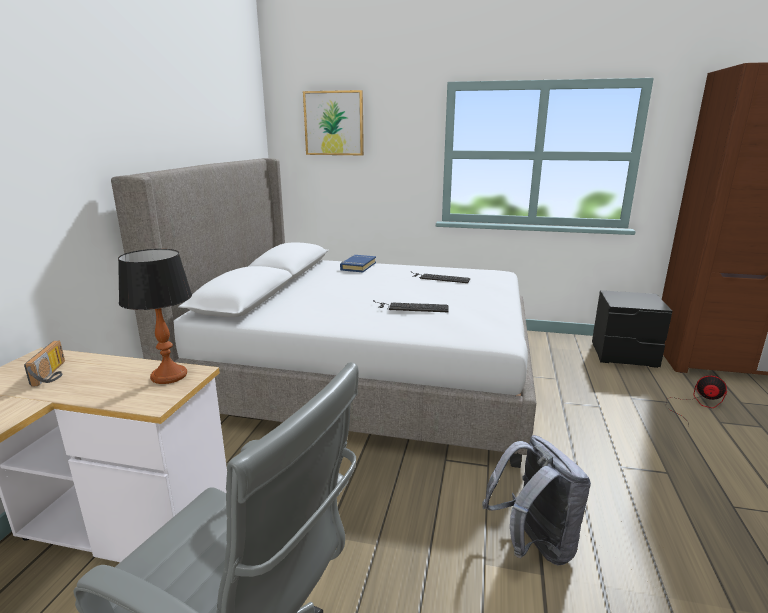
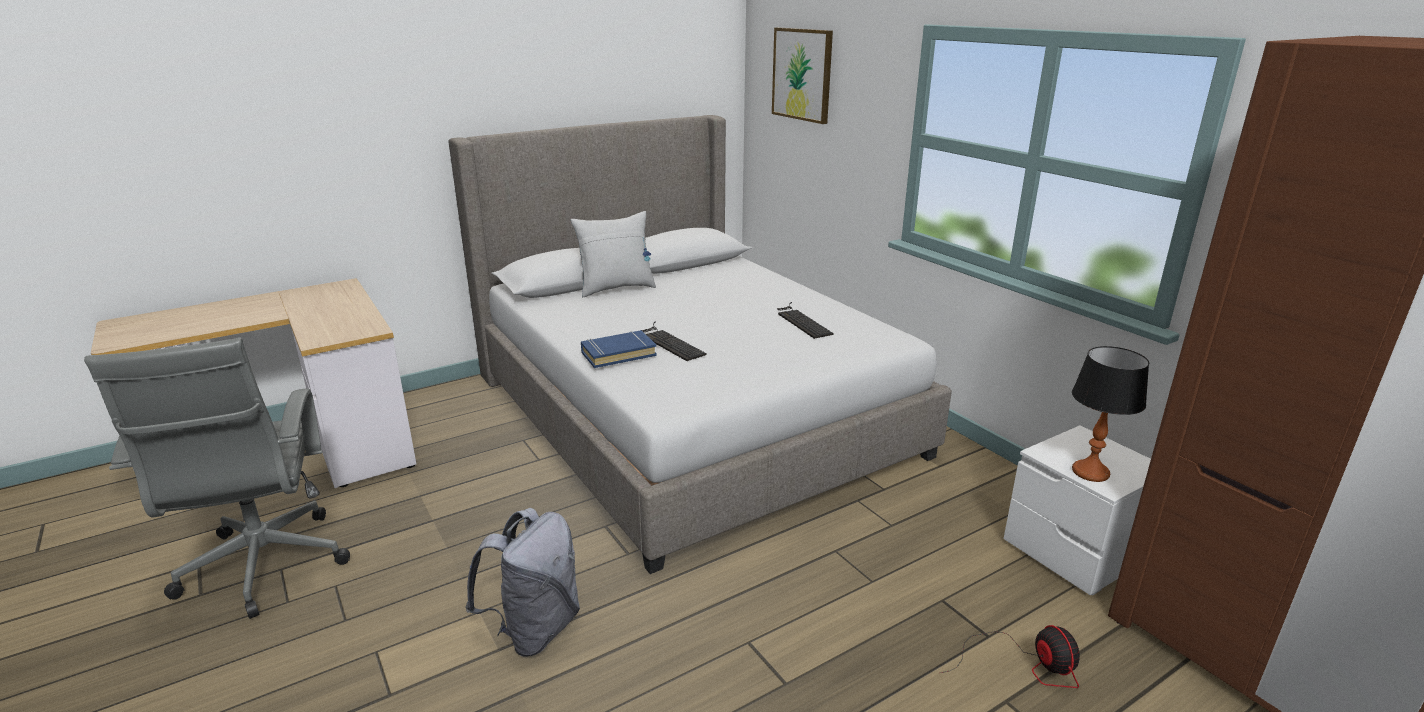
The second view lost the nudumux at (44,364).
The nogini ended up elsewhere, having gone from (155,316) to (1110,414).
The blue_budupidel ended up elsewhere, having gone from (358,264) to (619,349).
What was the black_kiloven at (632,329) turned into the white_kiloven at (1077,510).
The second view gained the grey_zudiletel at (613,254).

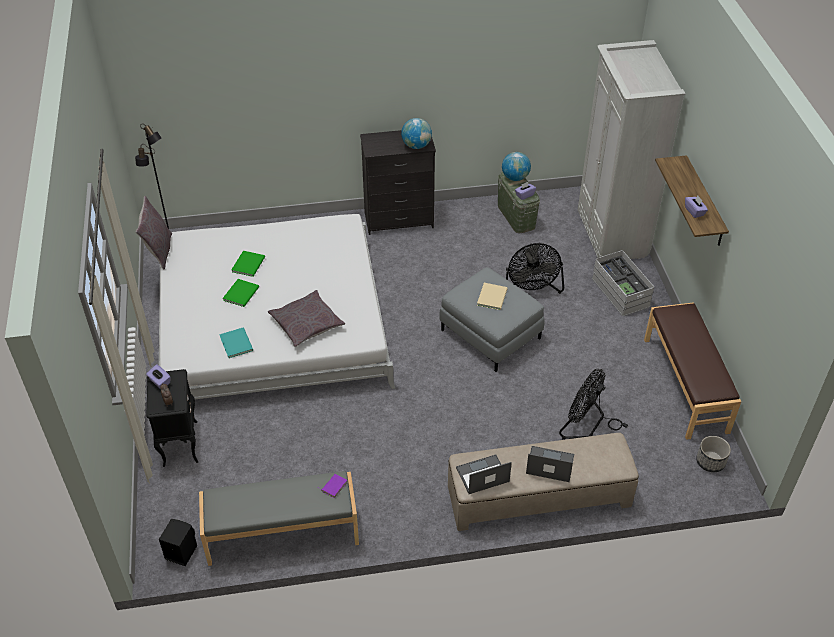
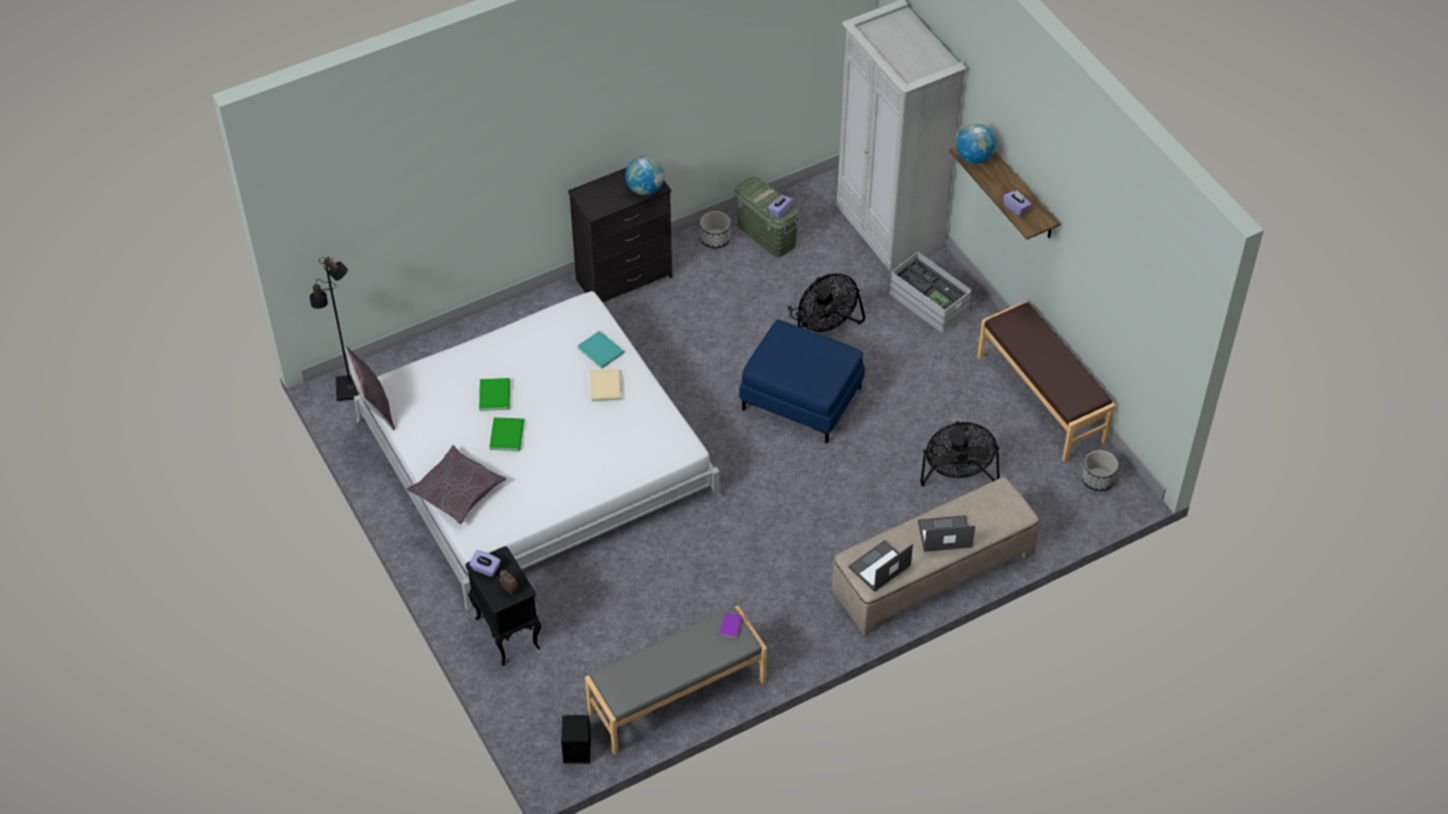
The turquoise_budupidel ended up elsewhere, having gone from (236,343) to (601,350).
The grey_zudiletel ended up elsewhere, having gone from (306,318) to (457,484).
What was the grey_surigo at (492,319) turned into the blue_surigo at (802,381).
The beige_budupidel ended up elsewhere, having gone from (492,296) to (605,385).
The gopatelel ended up elsewhere, having gone from (516,166) to (976,144).
The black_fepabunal at (593,404) ended up facing another way, 105 degrees counterclockwise from before.
The second view gained the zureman at (715,230).

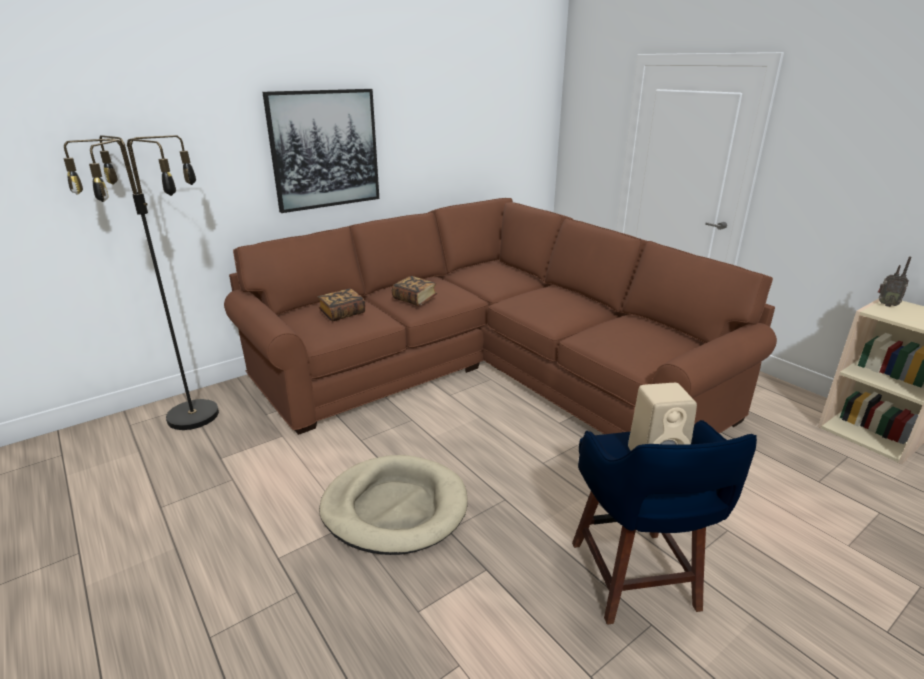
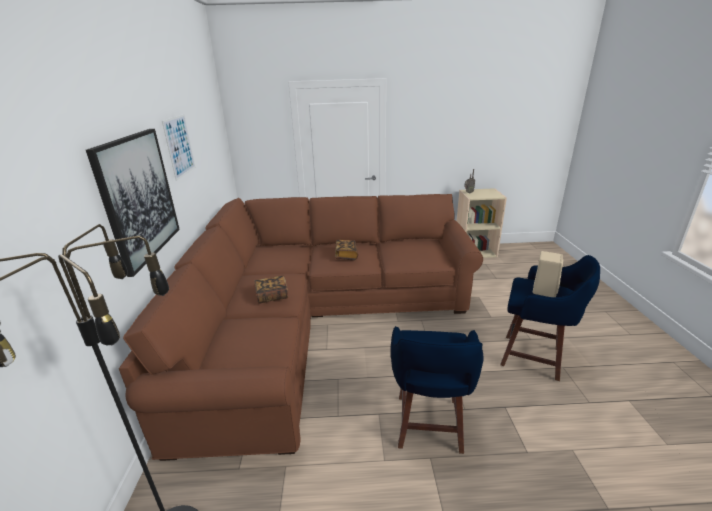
The budupidel ended up elsewhere, having gone from (341,304) to (346,250).
Where the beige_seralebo stood at (393,505), the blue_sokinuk came to stand at (437,390).
The second view gained the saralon at (178,147).

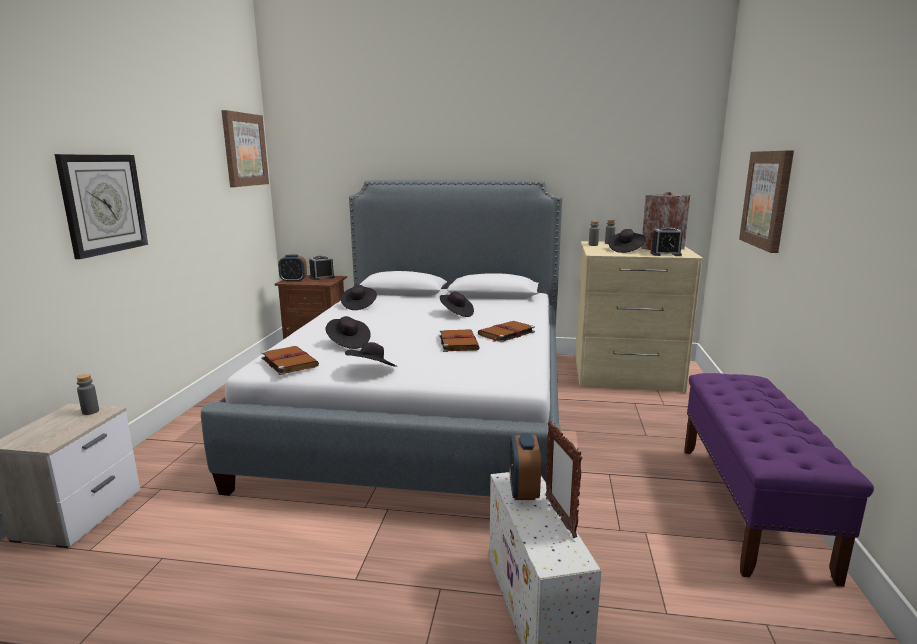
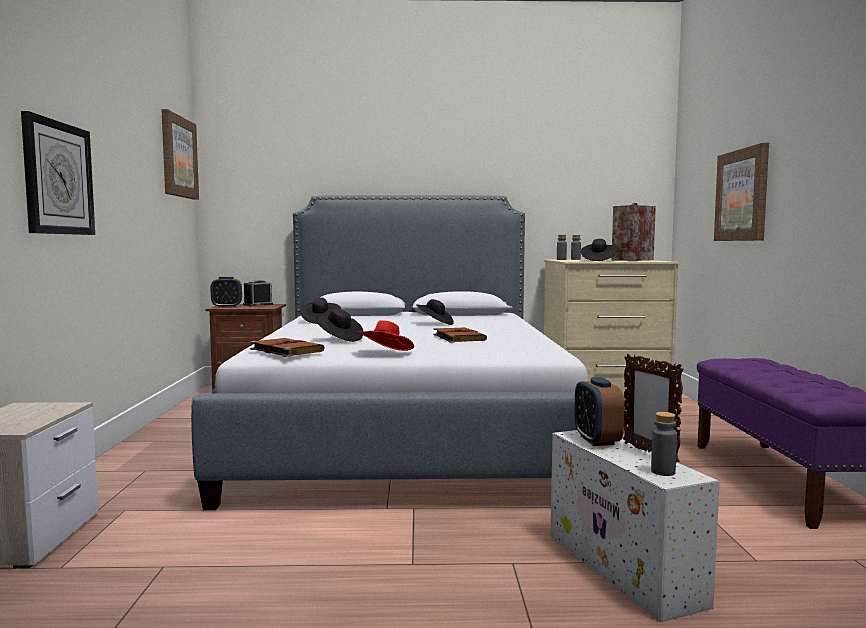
The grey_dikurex ended up elsewhere, having gone from (87,394) to (664,444).
What was the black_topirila at (371,354) turned into the red_topirila at (386,335).
The second view lost the brown_budupidel at (506,331).
The second view lost the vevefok at (666,241).

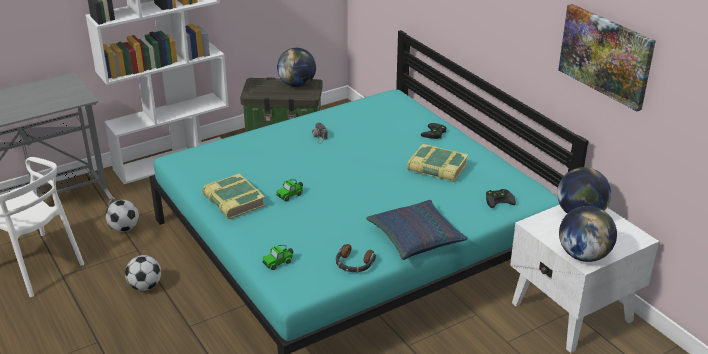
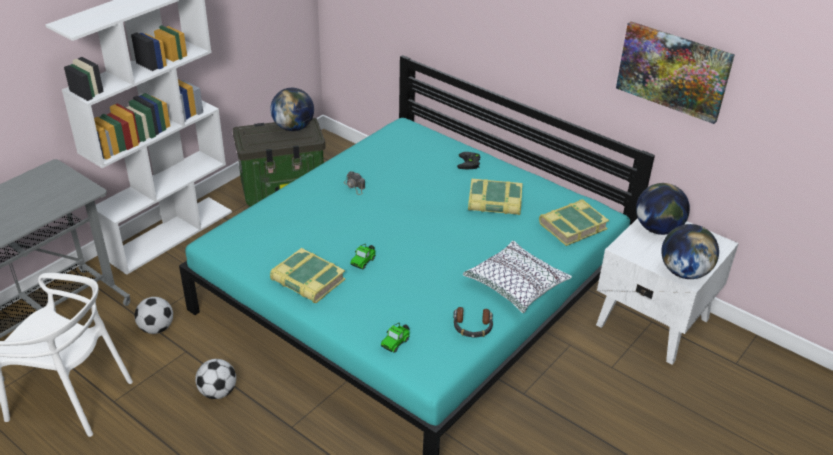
What was the blue_zudiletel at (417,230) turned into the white_zudiletel at (517,277).
Where the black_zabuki stood at (501,198), the budupidel came to stand at (574,223).

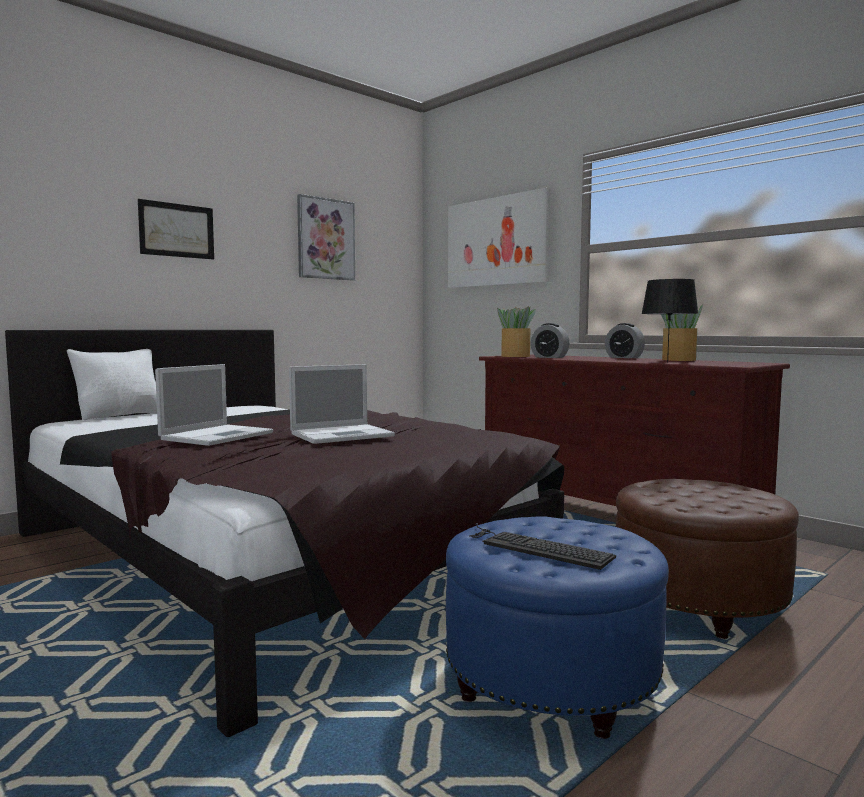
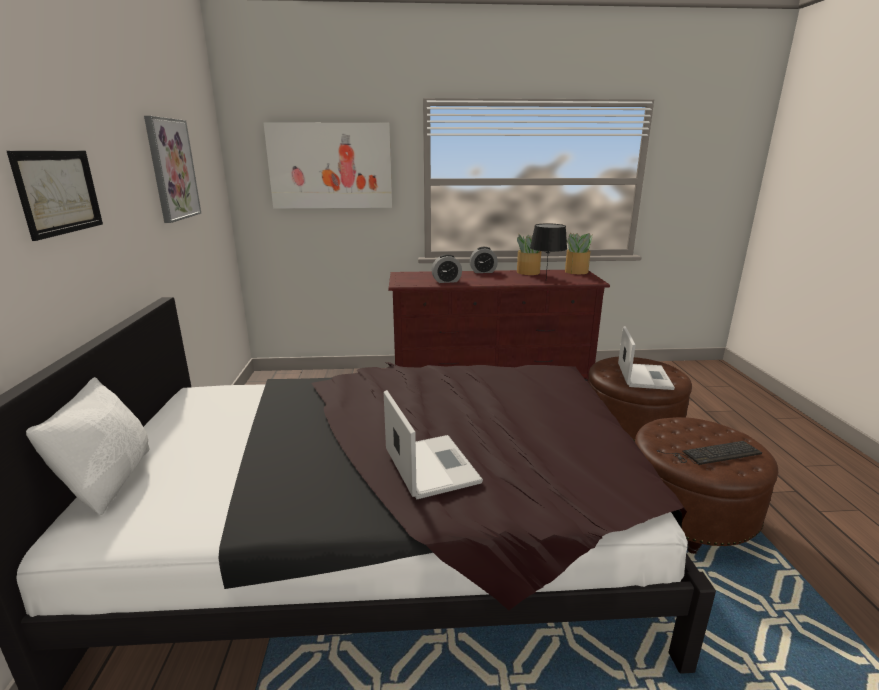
The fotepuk ended up elsewhere, having gone from (342,404) to (646,358).
What was the blue_surigo at (557,627) turned into the brown_surigo at (706,485).
The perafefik ended up elsewhere, having gone from (516,331) to (579,253).

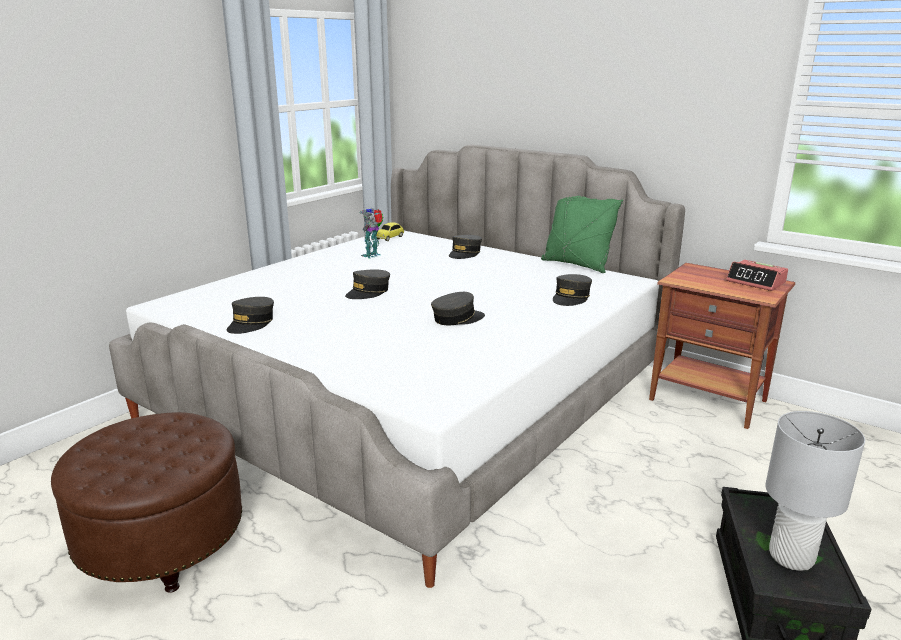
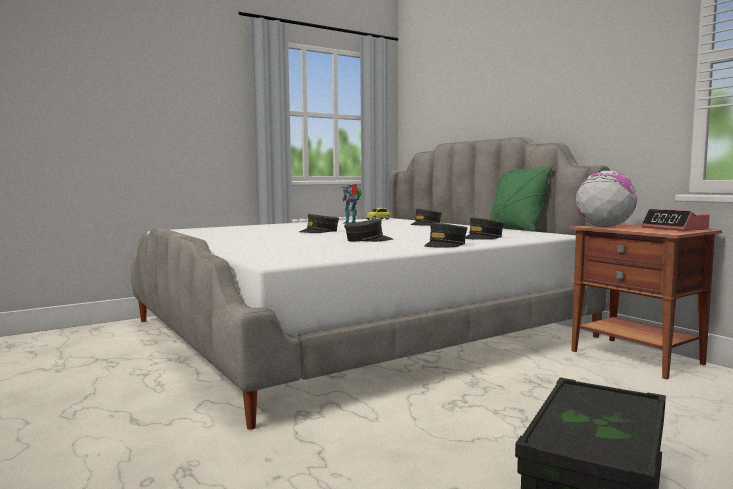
The second view lost the brown_surigo at (146,502).
The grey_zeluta ended up elsewhere, having gone from (250,315) to (445,235).
The second view lost the grey_nogini at (815,491).
The second view gained the gopatelel at (606,199).

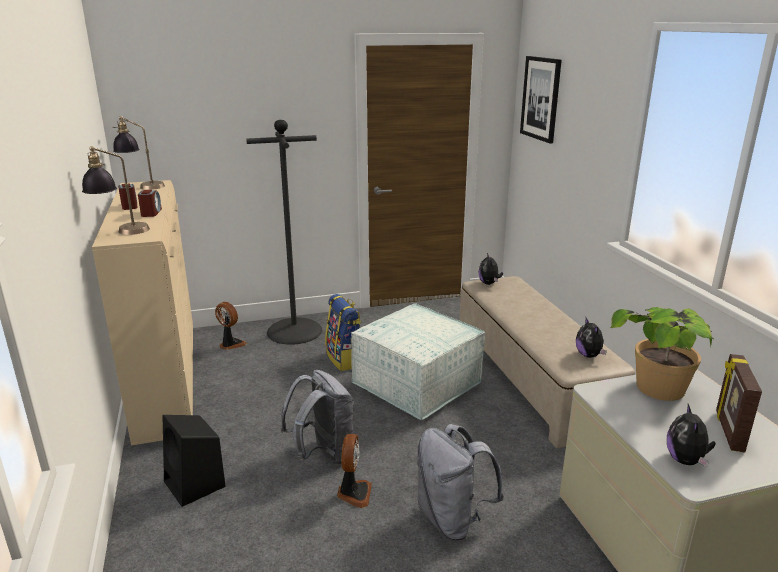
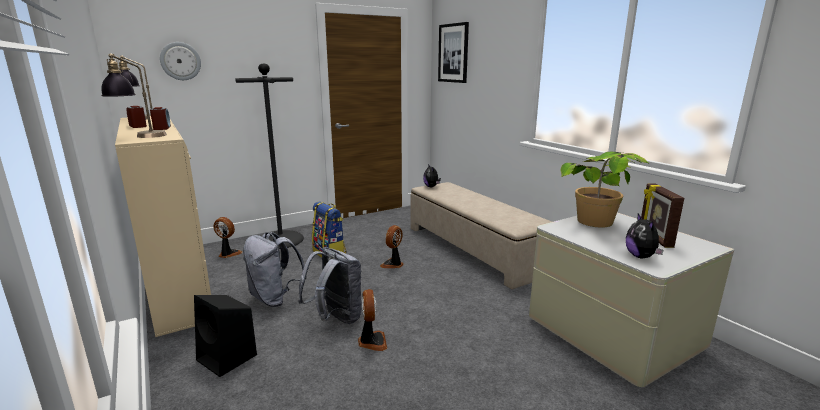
Where the white_surigo stood at (418,361), the fepabunal came to stand at (392,246).
The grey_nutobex ended up elsewhere, having gone from (460,482) to (275,269).
The second view lost the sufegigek at (591,338).
The second view gained the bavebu at (180,61).

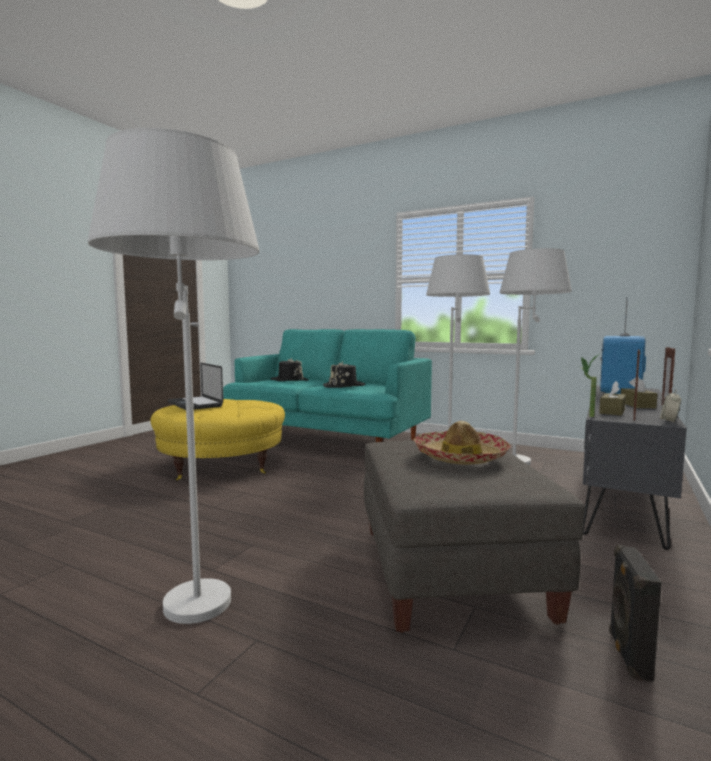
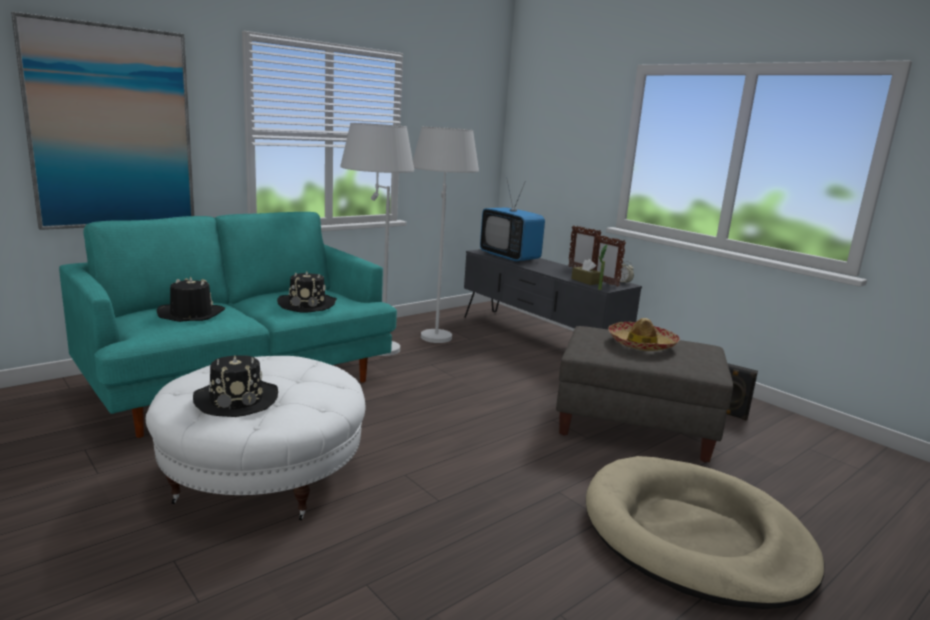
Where the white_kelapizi stood at (173,376), the beige_seralebo came to stand at (705,532).
What was the yellow_surigo at (217,440) turned into the white_surigo at (255,438).
Where the fotepuk stood at (195,386), the black_topirila came to stand at (235,386).
The second view lost the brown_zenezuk at (639,392).
The second view gained the saralon at (102,121).

